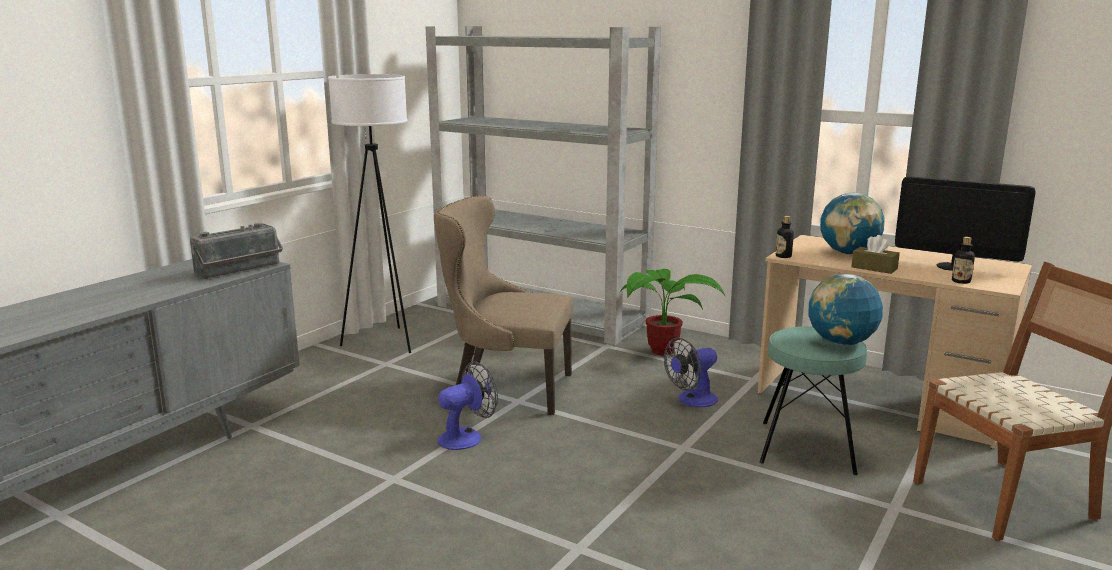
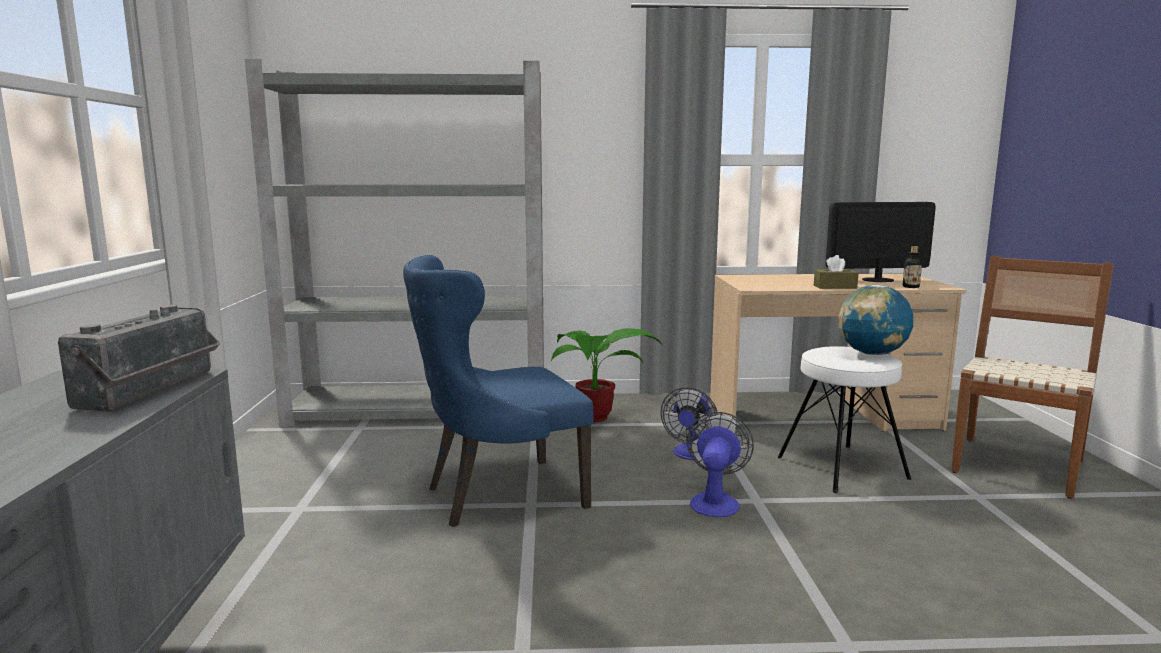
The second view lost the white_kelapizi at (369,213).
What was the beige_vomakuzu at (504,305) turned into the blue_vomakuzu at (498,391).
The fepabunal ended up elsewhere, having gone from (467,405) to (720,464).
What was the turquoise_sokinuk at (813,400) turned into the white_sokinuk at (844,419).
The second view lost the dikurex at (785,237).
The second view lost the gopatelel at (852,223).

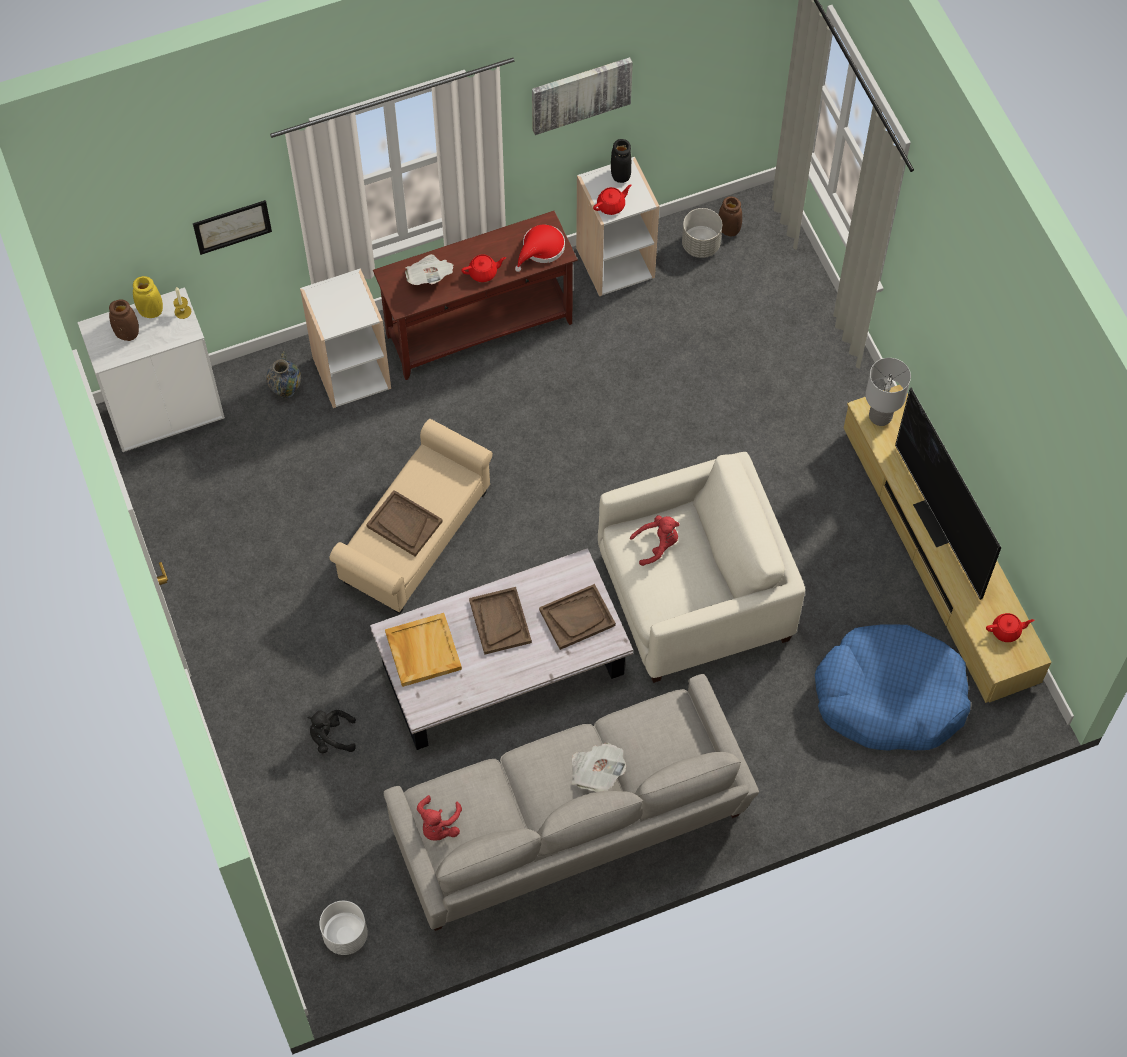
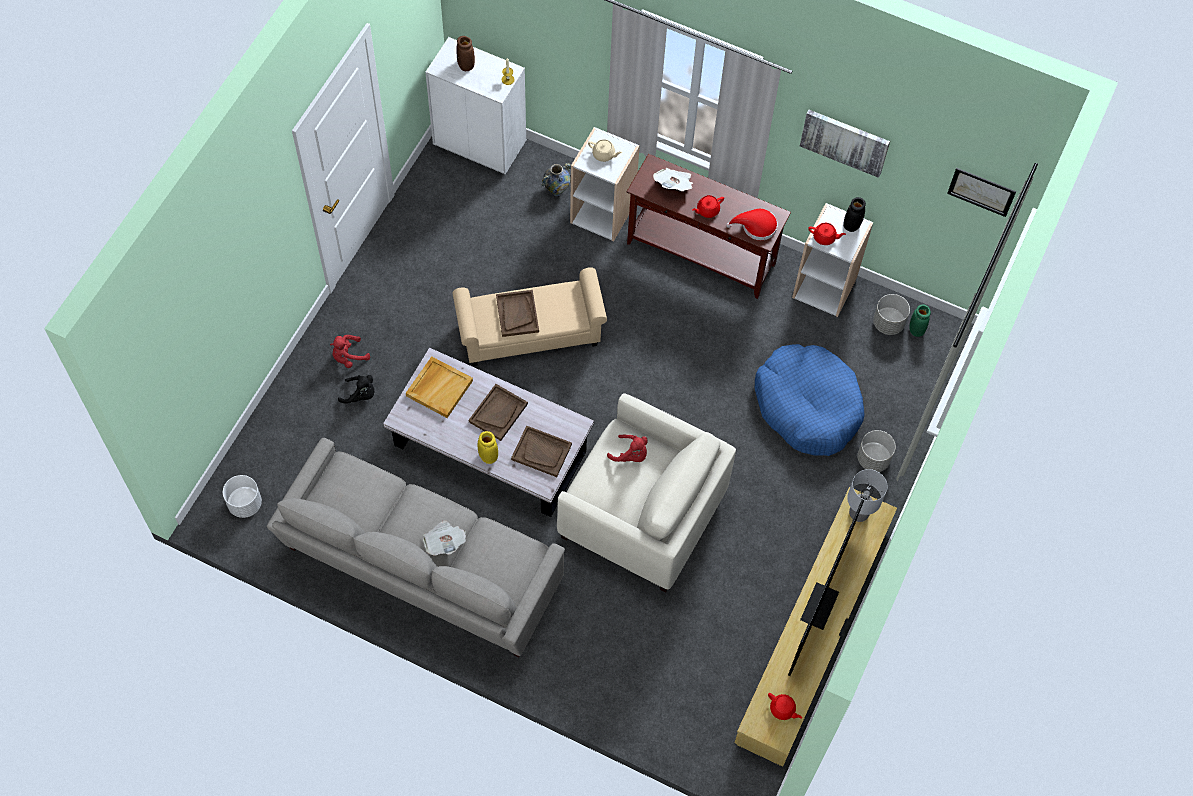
The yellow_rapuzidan ended up elsewhere, having gone from (148,297) to (488,447).
The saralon ended up elsewhere, having gone from (232,227) to (981,192).
The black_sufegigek at (332,731) ended up facing another way, 150 degrees clockwise from before.
The red_sufegigek ended up elsewhere, having gone from (439,817) to (350,351).
The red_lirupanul at (484,268) ended up facing another way, 120 degrees clockwise from before.
What was the brown_rapuzidan at (730,216) turned into the green_rapuzidan at (920,320).
The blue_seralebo ended up elsewhere, having gone from (893,687) to (810,400).
The second view gained the beige_lirupanul at (605,150).
The second view gained the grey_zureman at (876,451).

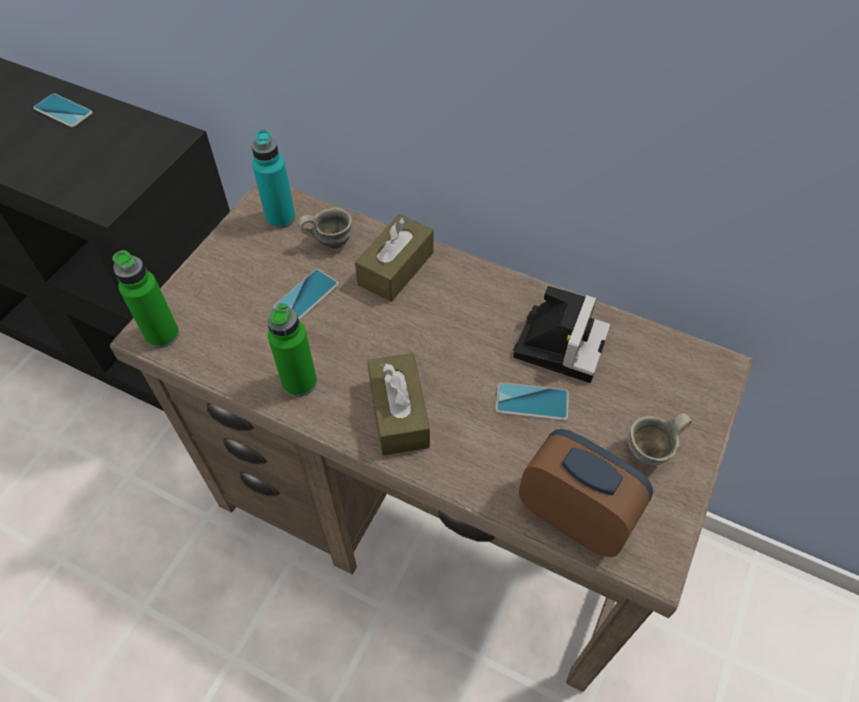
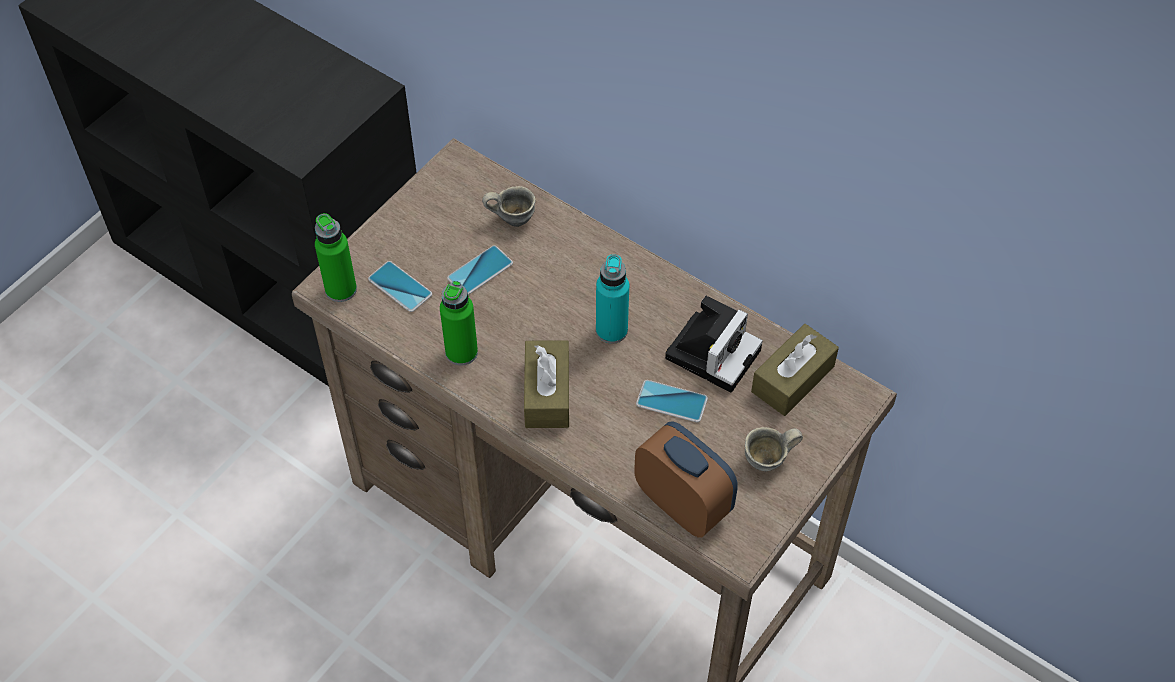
The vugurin ended up elsewhere, having gone from (63,110) to (400,286).
The turquoise_dikurex ended up elsewhere, having gone from (274,179) to (612,299).
The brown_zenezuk ended up elsewhere, having gone from (394,258) to (795,370).

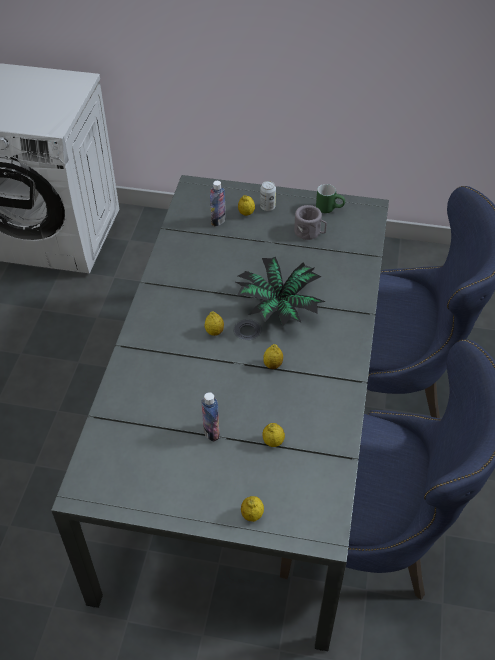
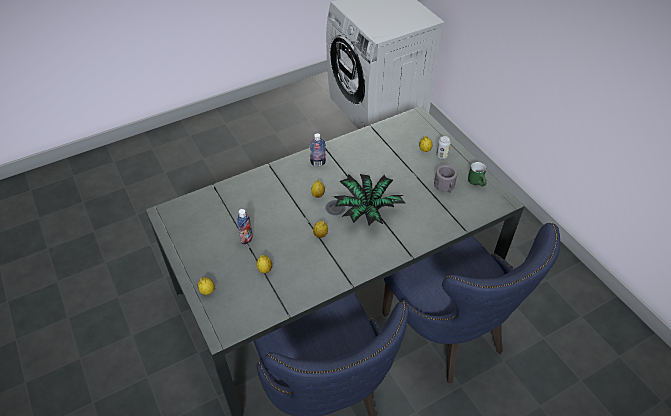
The dikurex ended up elsewhere, having gone from (218,204) to (317,149).

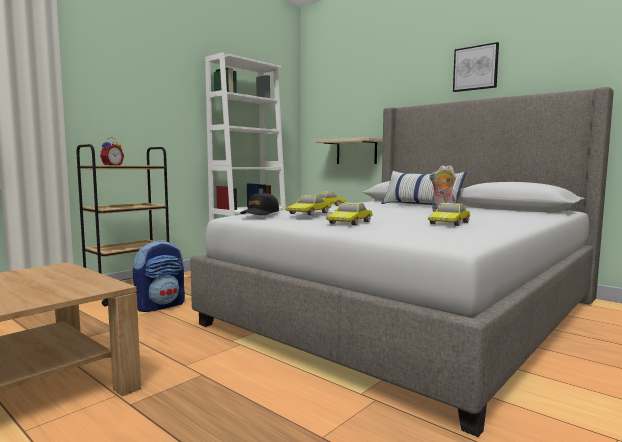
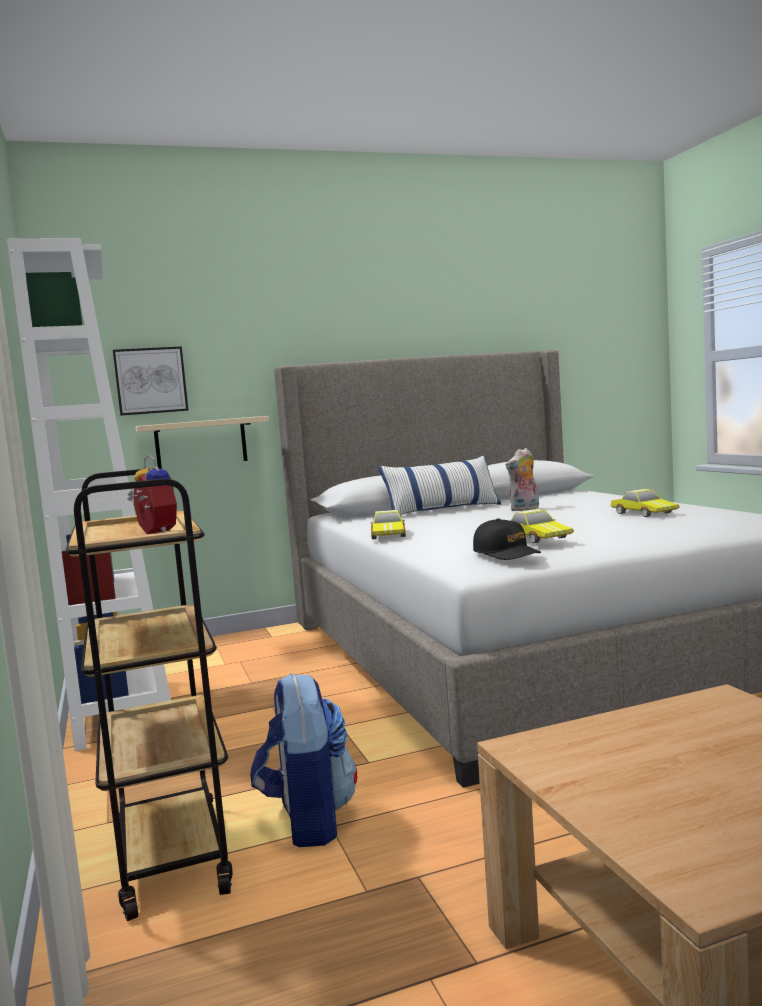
The second view lost the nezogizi at (349,213).
The saralon ended up elsewhere, having gone from (476,67) to (150,381).

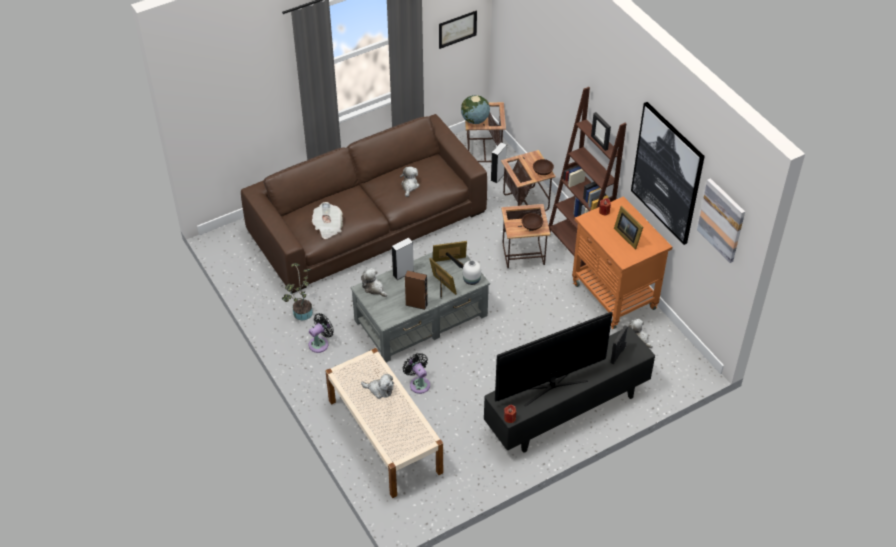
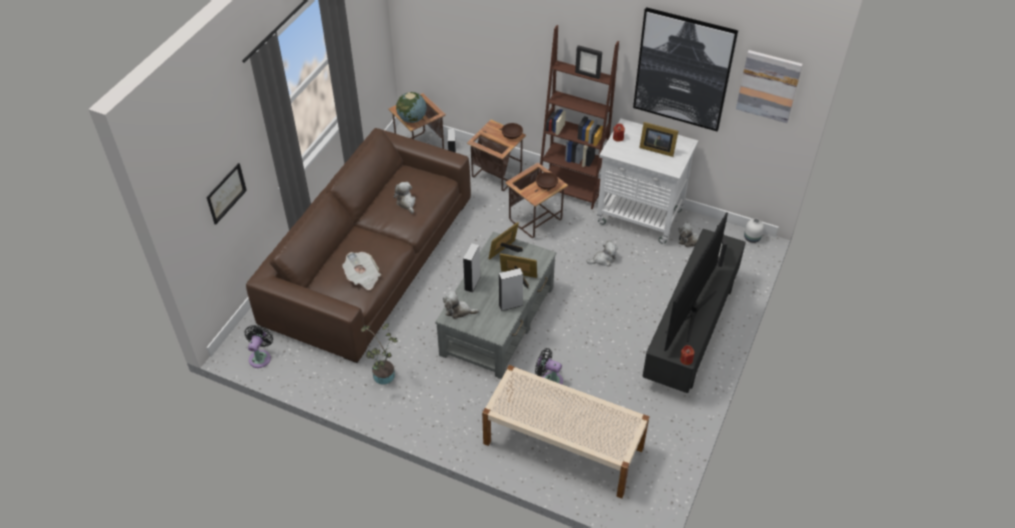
The black_fepabunal ended up elsewhere, having gone from (321,333) to (258,346).
The sufegigek ended up elsewhere, having gone from (377,386) to (602,254).
What was the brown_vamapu at (416,290) turned into the grey_vamapu at (511,289).
The saralon ended up elsewhere, having gone from (458,29) to (226,194).
The white_rapuzidan ended up elsewhere, having gone from (472,272) to (754,231).
What was the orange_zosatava at (622,262) turned into the white_zosatava at (647,181).

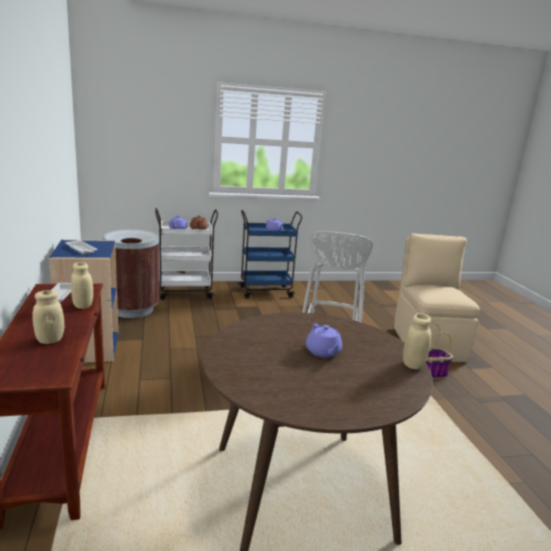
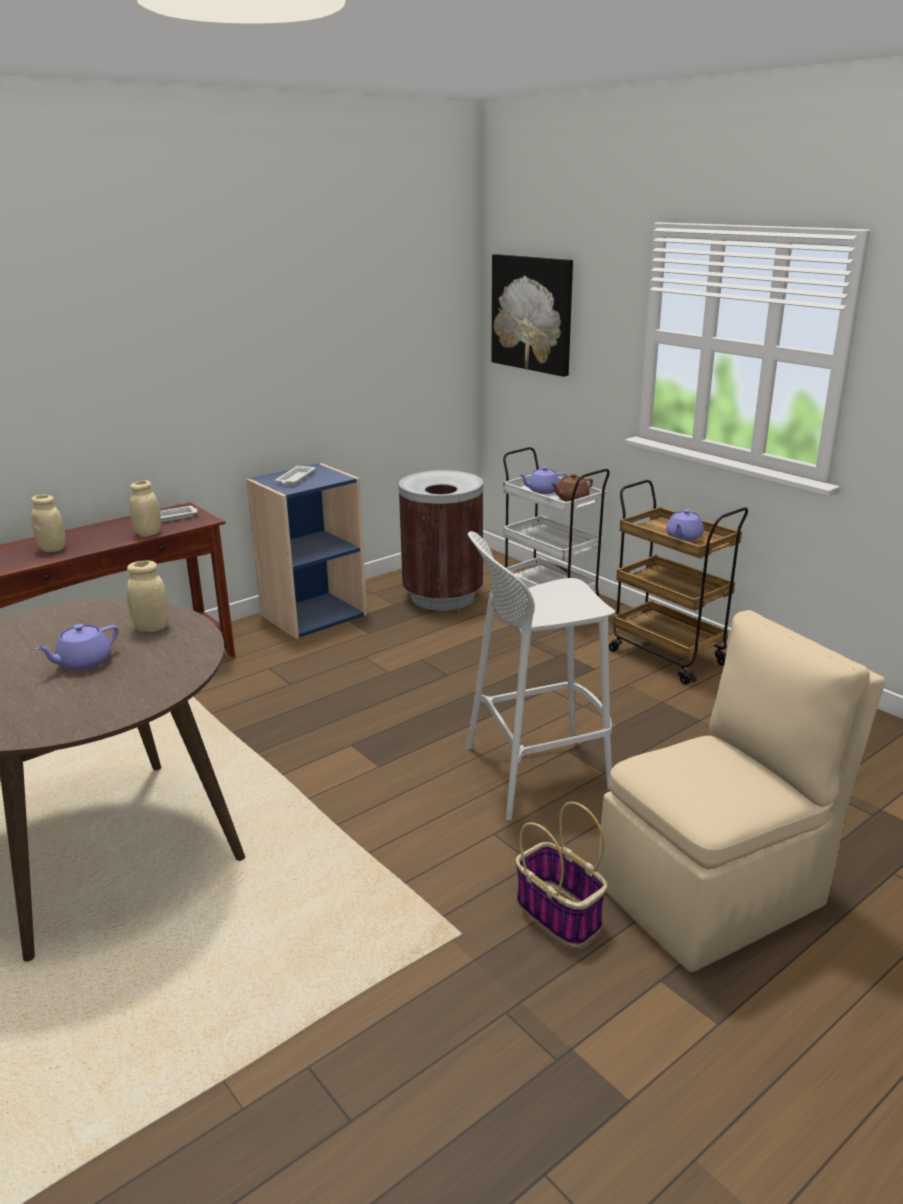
What was the blue_zosatava at (270,254) turned into the brown_zosatava at (678,582).
The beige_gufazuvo ended up elsewhere, having gone from (417,341) to (147,596).
The second view gained the saralon at (532,315).

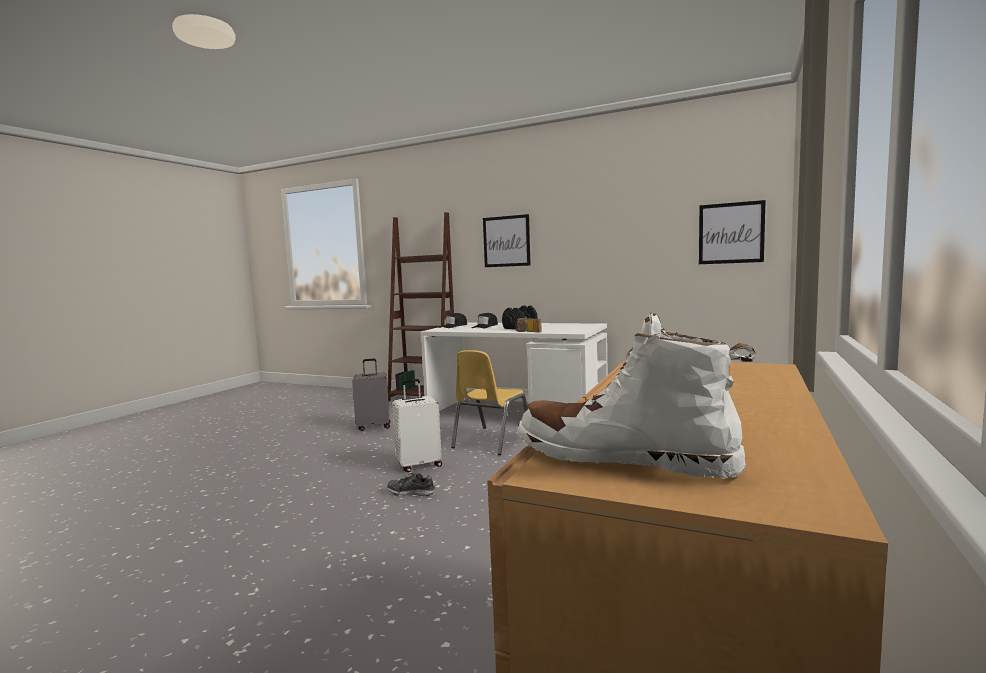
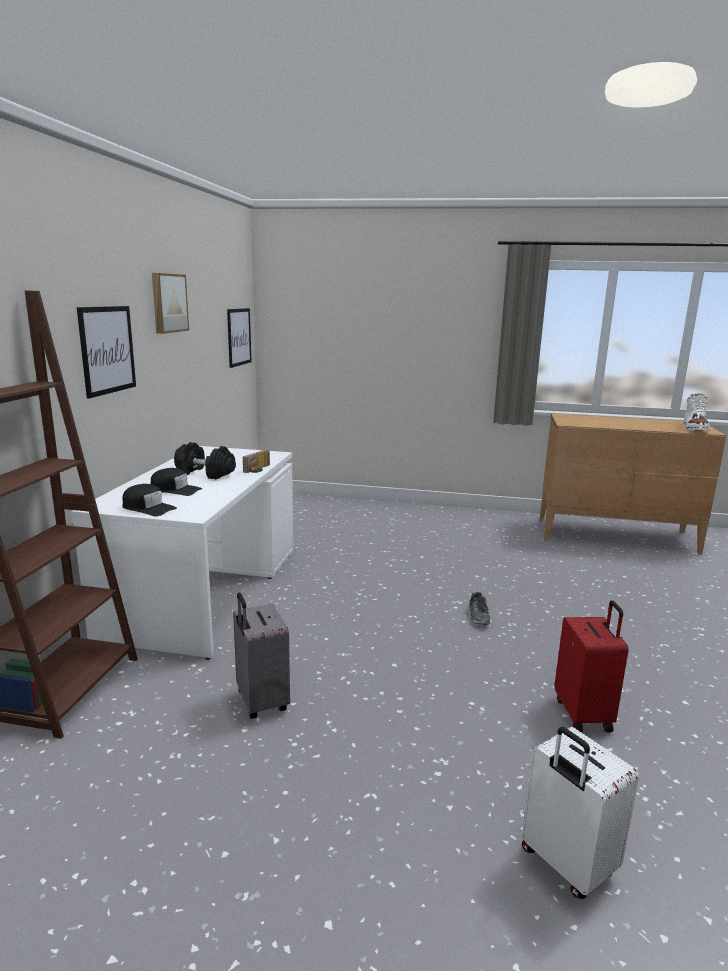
The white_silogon ended up elsewhere, having gone from (417,425) to (580,813).
The second view lost the yellow_vomakuzu at (489,402).
The second view gained the saralon at (170,303).
The second view gained the red_silogon at (591,666).

